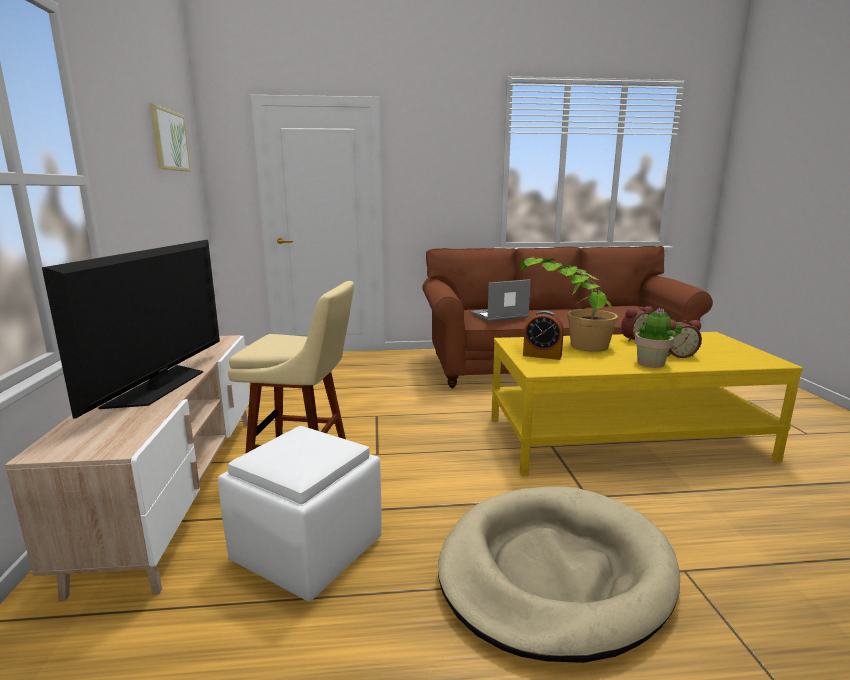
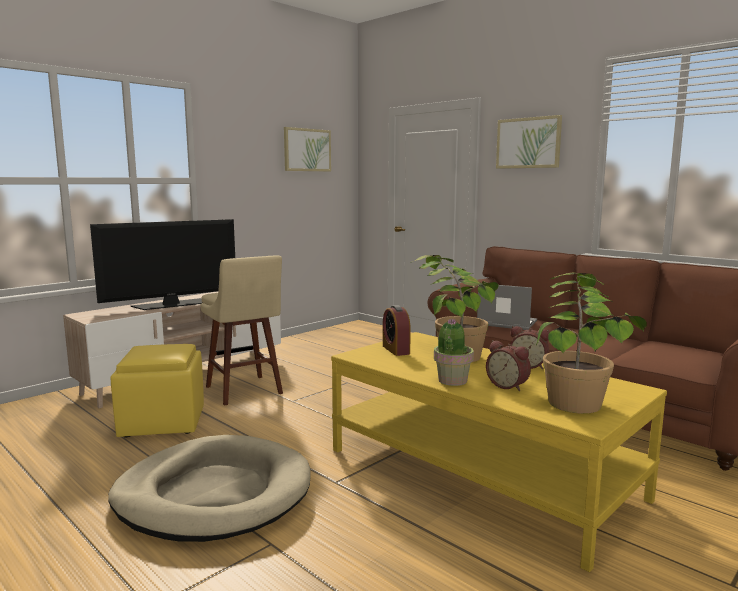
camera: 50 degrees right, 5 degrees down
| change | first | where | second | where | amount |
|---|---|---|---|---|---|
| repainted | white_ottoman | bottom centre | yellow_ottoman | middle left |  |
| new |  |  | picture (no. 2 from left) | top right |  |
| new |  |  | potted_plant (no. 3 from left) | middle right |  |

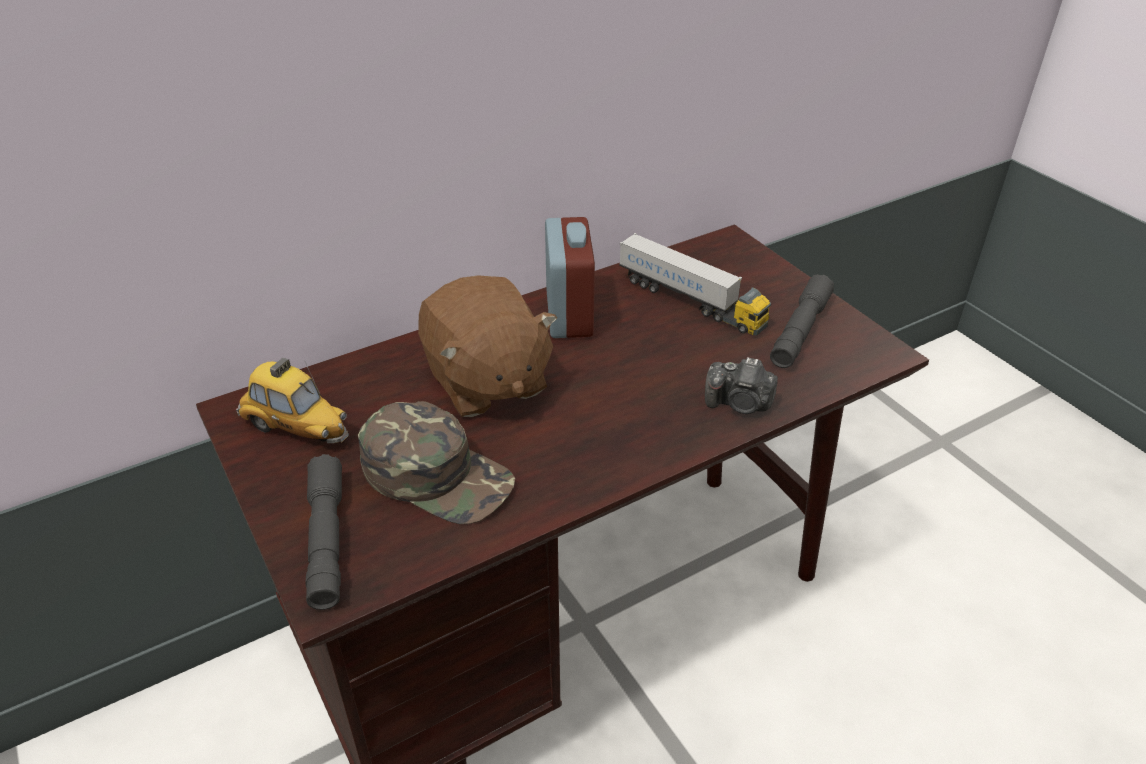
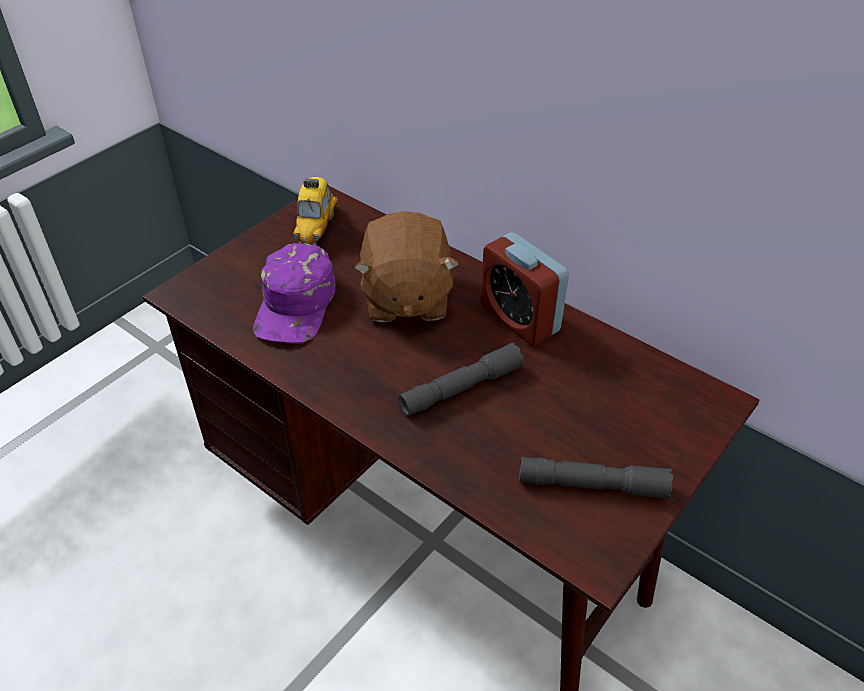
camera: 70 degrees right, 5 degrees up
| change | first | where | second | where | amount |
|---|---|---|---|---|---|
| repainted | green_cap | centre | purple_cap | centre |  |
| rotated | brown_plush_toy | centre |  | centre | 45 degrees counterclockwise |
| shifted | grey_flashlight (no. 1 from left) | bottom left |  | centre |  |
| rotated | alarm_clock | centre |  | centre | 75 degrees clockwise |
| gone | toy_truck | centre |  |  |  |
| gone | photo_camera | centre |  |  |  |

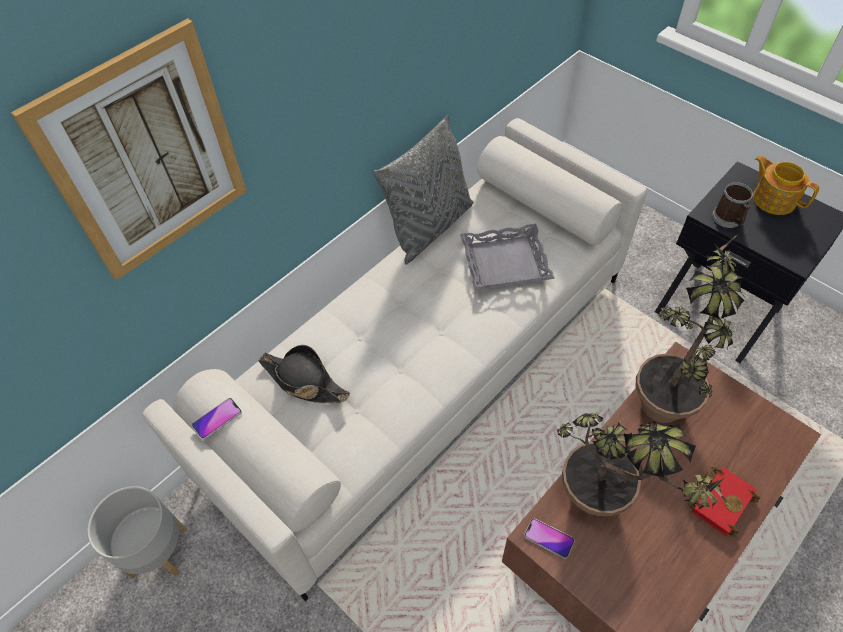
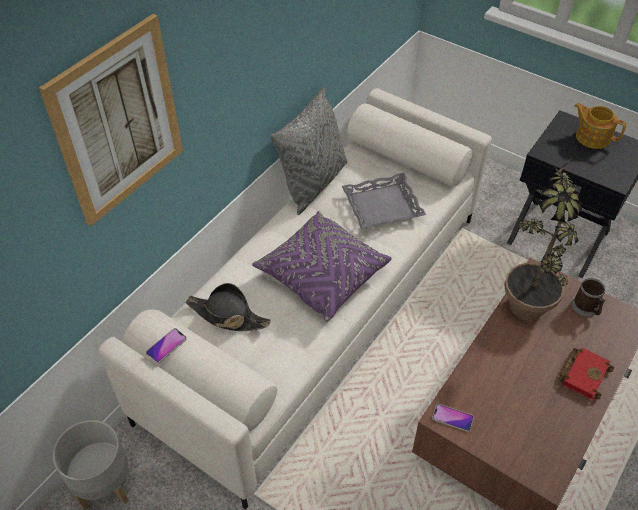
camera: 10 degrees left, 5 degrees down
| change | first | where | second | where | amount |
|---|---|---|---|---|---|
| new |  |  | purple_pillow | centre |  |
| shifted | mug | top right |  | middle right |  |
| gone | potted_plant (no. 1 from left) | bottom right |  |  |  |

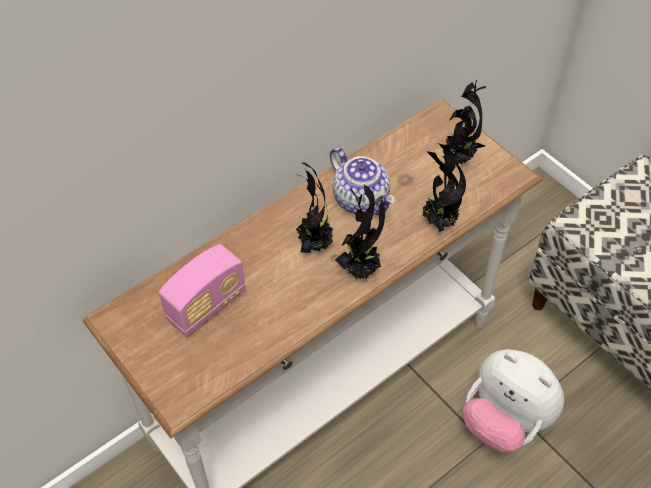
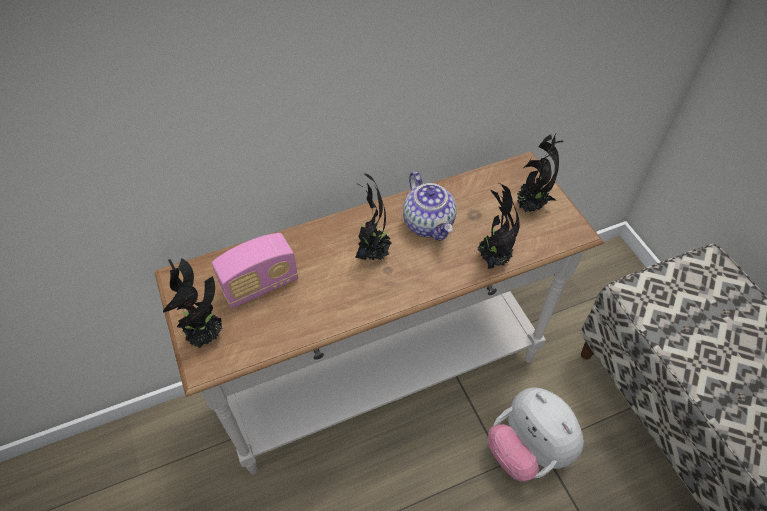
camera: 15 degrees right, 0 degrees up
| change | first | where | second | where | amount |
|---|---|---|---|---|---|
| shifted | potted_plant (no. 2 from left in the first image) | centre | potted_plant (no. 1 from left) | middle left |  |

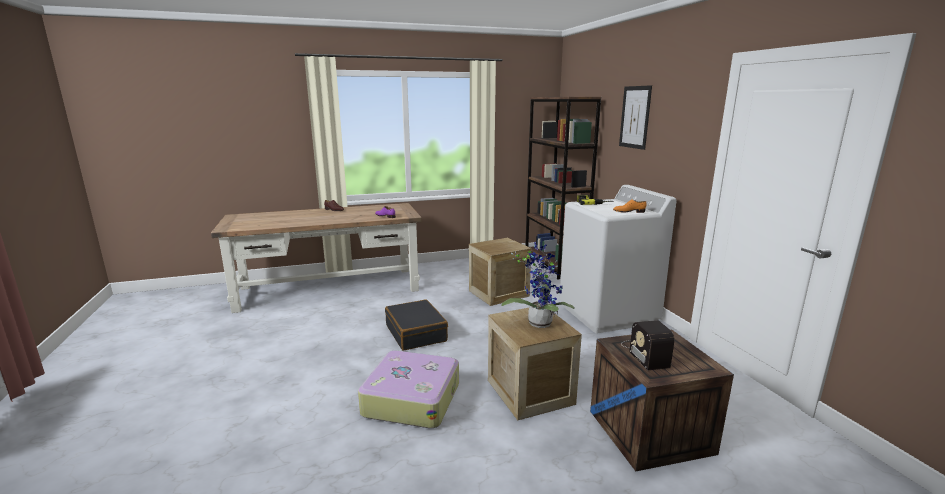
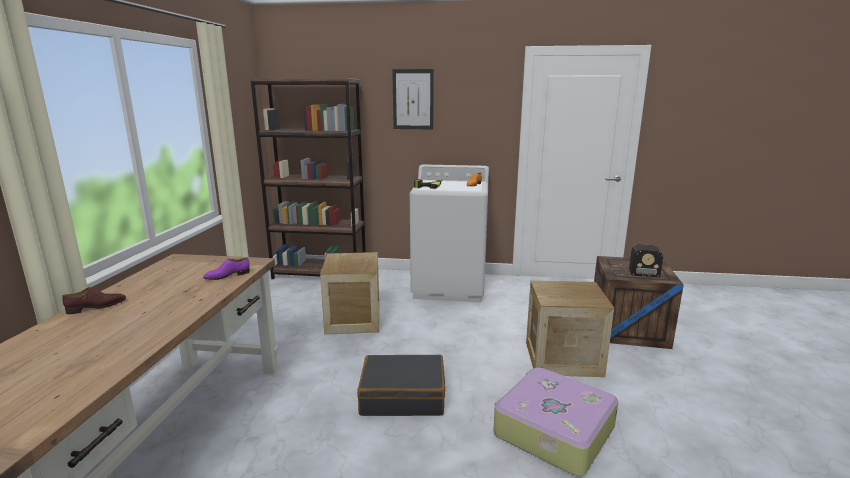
camera: 65 degrees left, 0 degrees up
| change | first | where | second | where | amount |
|---|---|---|---|---|---|
| gone | potted_plant | centre |  |  |  |

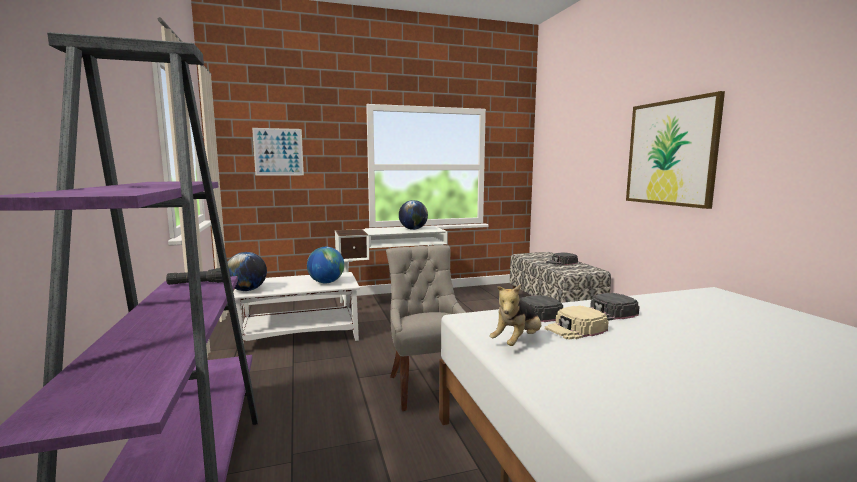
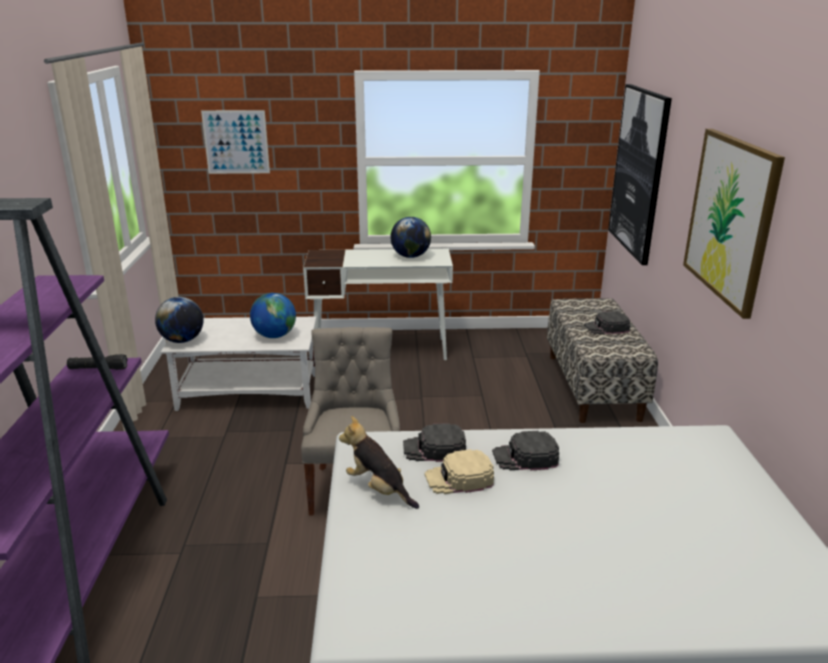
camera: 15 degrees right, 15 degrees up
| change | first | where | second | where | amount |
|---|---|---|---|---|---|
| rotated | plush_toy | centre |  | bottom centre | 75 degrees clockwise |
| new |  |  | picture (no. 2 from left) | top right |  |

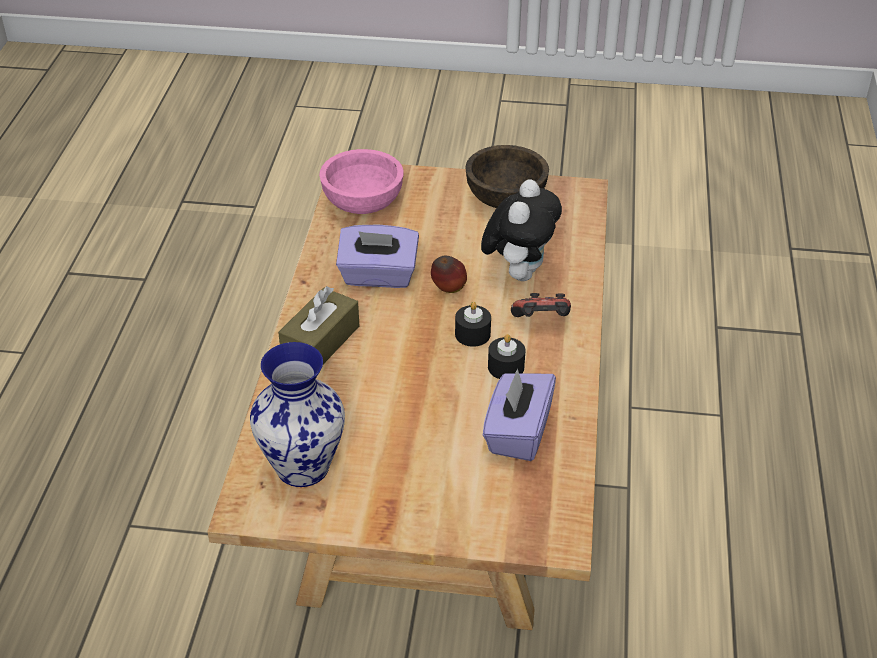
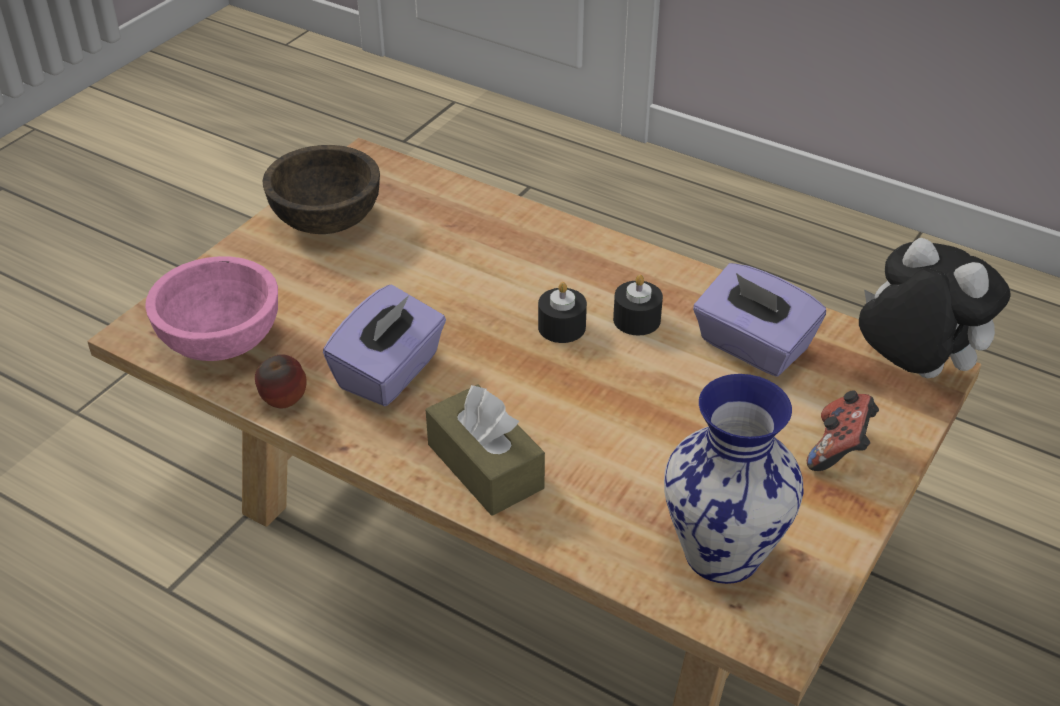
camera: 65 degrees left, 0 degrees up
| change | first | where | second | where | amount |
|---|---|---|---|---|---|
| shifted | apple | centre |  | middle left |  |
| shifted | game_controller | centre |  | middle right |  |
| shifted | plush_toy | centre |  | middle right |  |

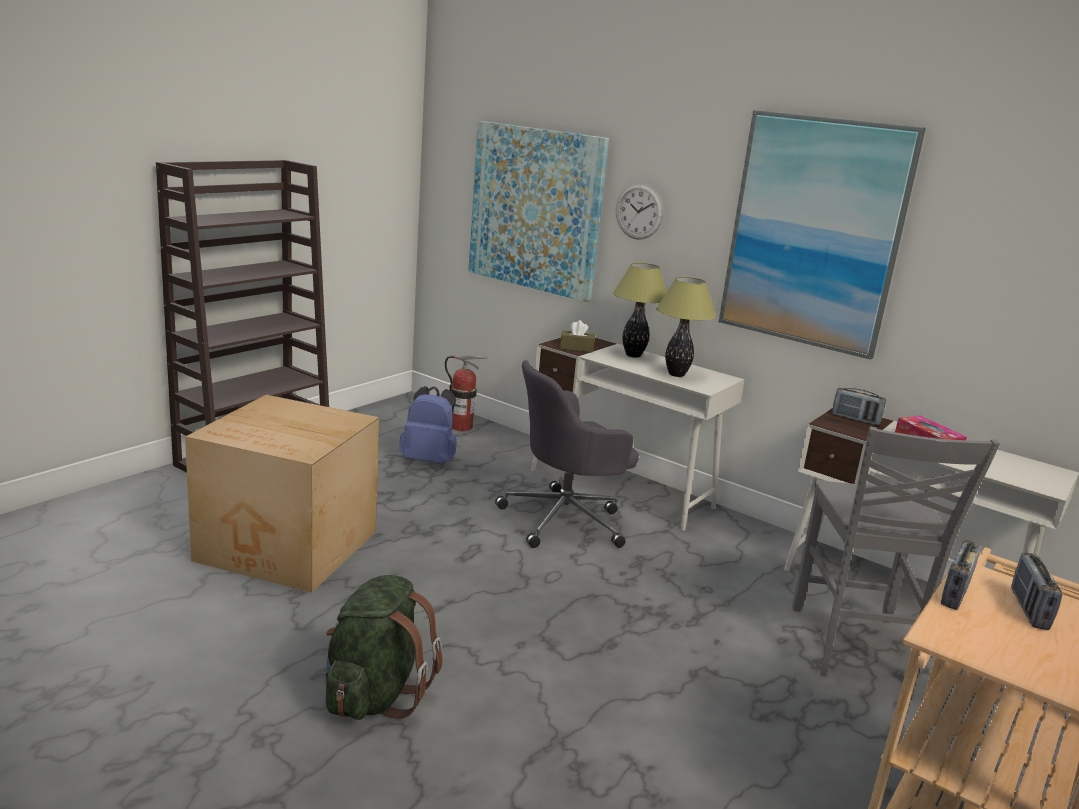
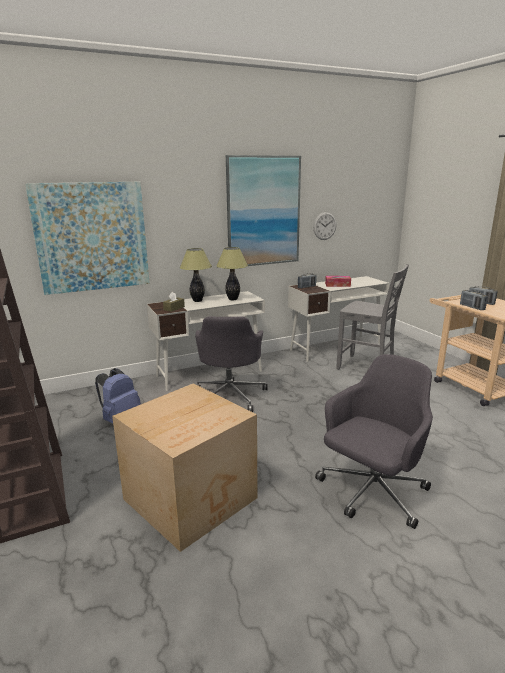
camera: 60 degrees left, 0 degrees up
| change | first | where | second | where | amount |
|---|---|---|---|---|---|
| shifted | wall_clock | top centre |  | centre |  |
| swapped | green_backpack | bottom centre | grey_office_chair (no. 2 from left) | middle right |  |
| gone | fire_extinguisher | centre |  |  |  |

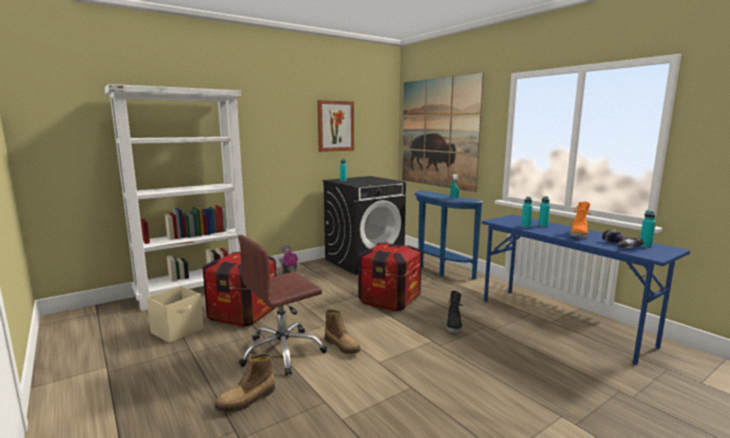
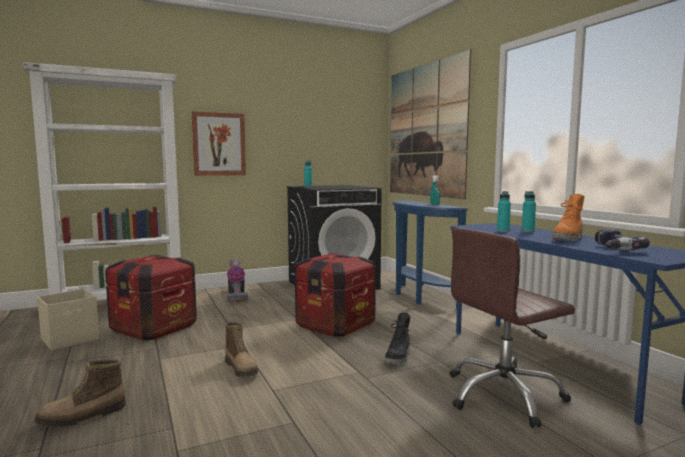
camera: 10 degrees right, 5 degrees down
| change | first | where | second | where | amount |
|---|---|---|---|---|---|
| shifted | picture (no. 1 from left) | top centre |  | top left |  |
| shifted | brown_office_chair | bottom centre |  | bottom right |  |
| gone | turquoise_bottle (no. 4 from left) | middle right |  |  |  |

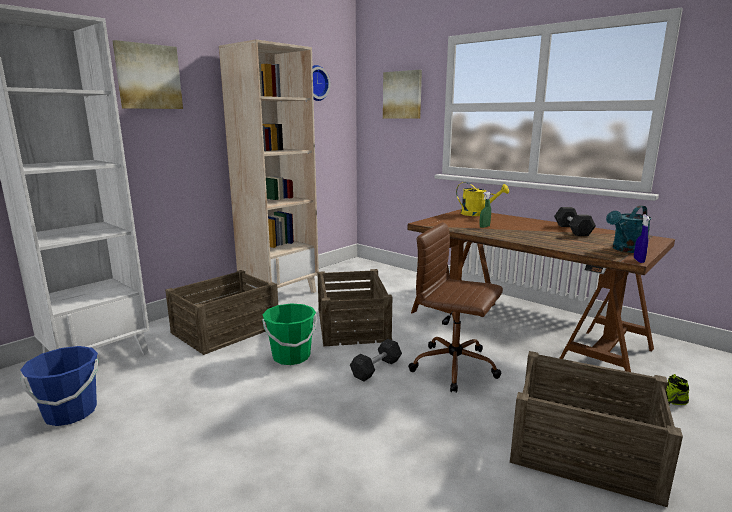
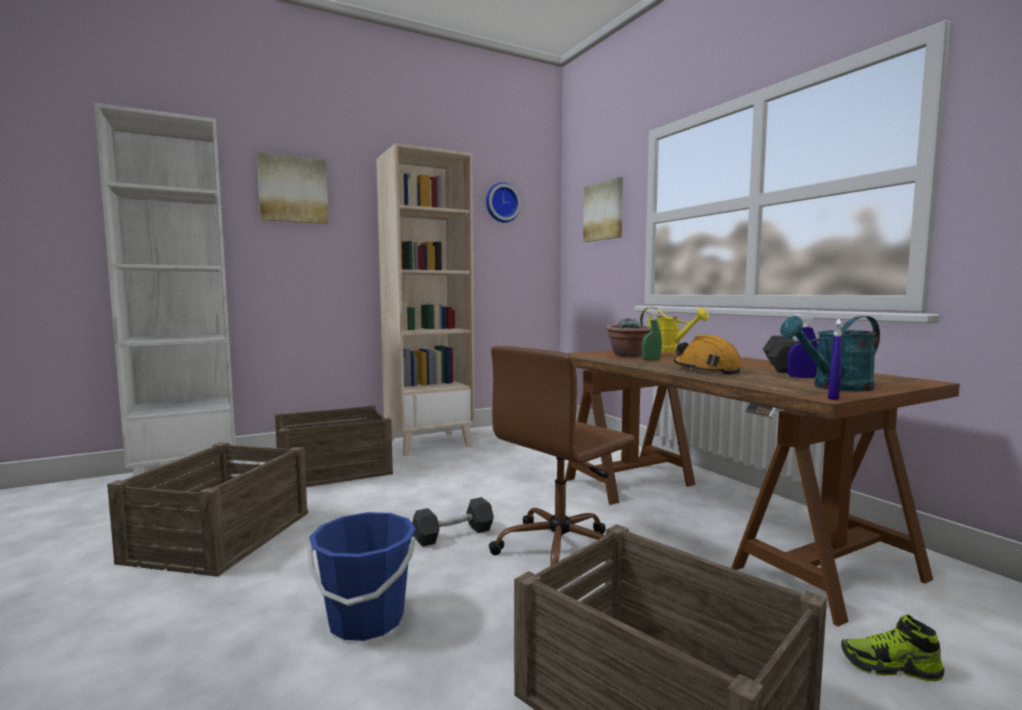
camera: 20 degrees right, 10 degrees down
| change | first | where | second | where | amount |
|---|---|---|---|---|---|
| shifted | crate (no. 2 from left in the first image) | centre | crate (no. 1 from left) | bottom left |  |
| shifted | blue_bucket | bottom left |  | bottom centre |  |
| rotated | brown_office_chair | centre |  | centre | 90 degrees counterclockwise |
| new |  |  | potted_plant | centre |  |
| new |  |  | orange_hard_hat | middle right |  |
| new |  |  | blue_spray_bottle (no. 1 from left) | middle right |  |
| gone | green_bucket | centre |  |  |  |

